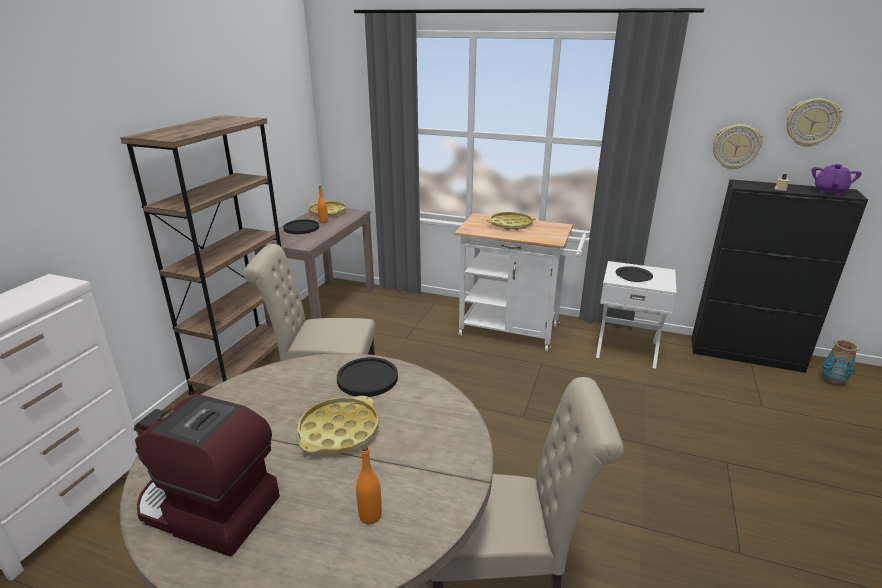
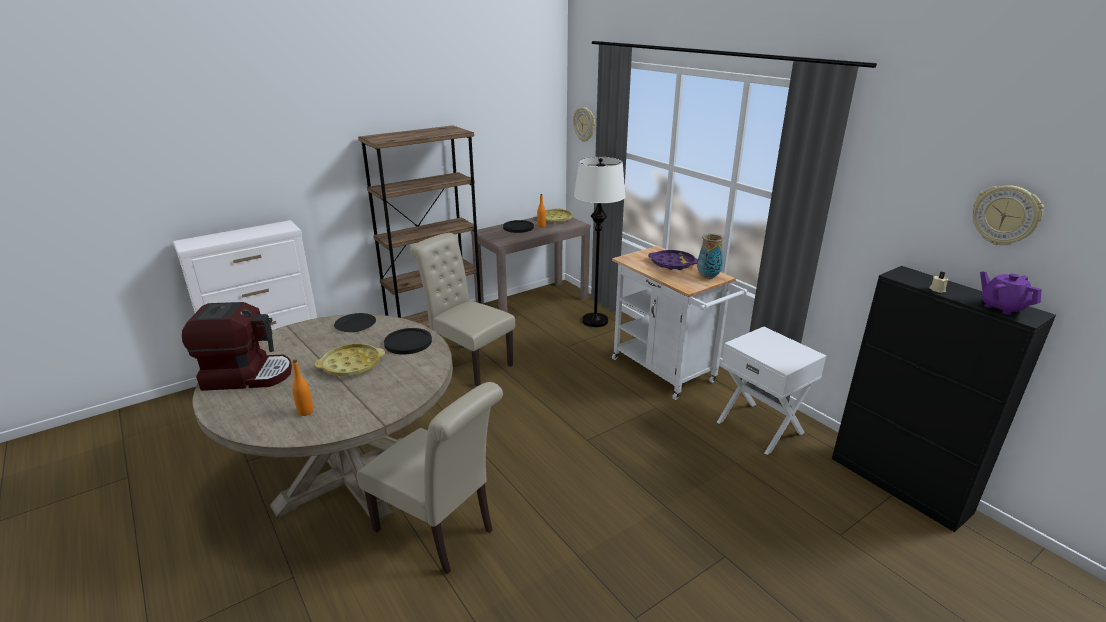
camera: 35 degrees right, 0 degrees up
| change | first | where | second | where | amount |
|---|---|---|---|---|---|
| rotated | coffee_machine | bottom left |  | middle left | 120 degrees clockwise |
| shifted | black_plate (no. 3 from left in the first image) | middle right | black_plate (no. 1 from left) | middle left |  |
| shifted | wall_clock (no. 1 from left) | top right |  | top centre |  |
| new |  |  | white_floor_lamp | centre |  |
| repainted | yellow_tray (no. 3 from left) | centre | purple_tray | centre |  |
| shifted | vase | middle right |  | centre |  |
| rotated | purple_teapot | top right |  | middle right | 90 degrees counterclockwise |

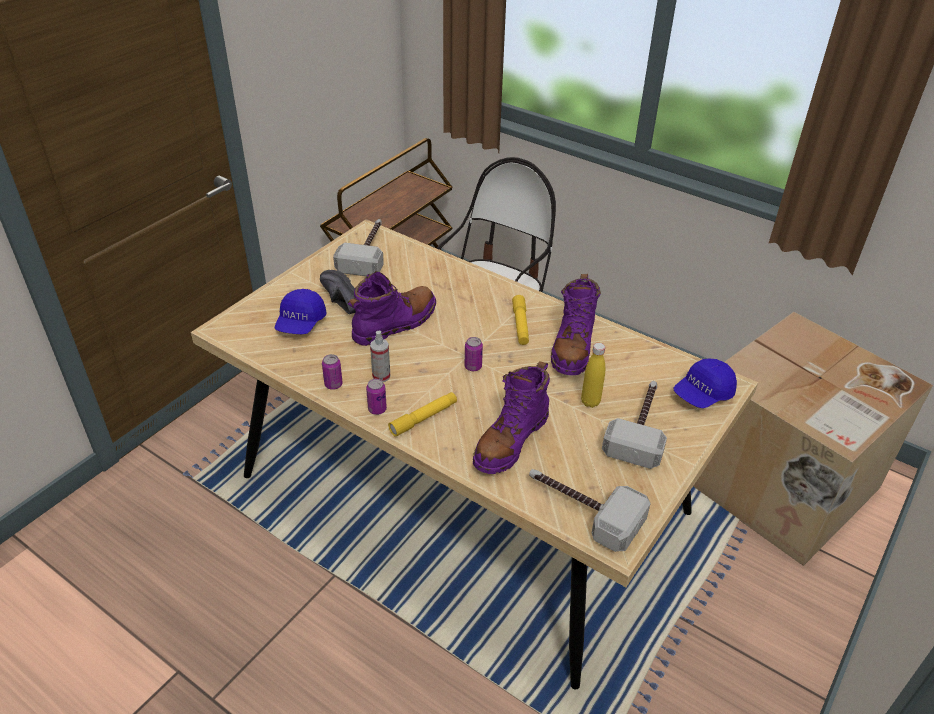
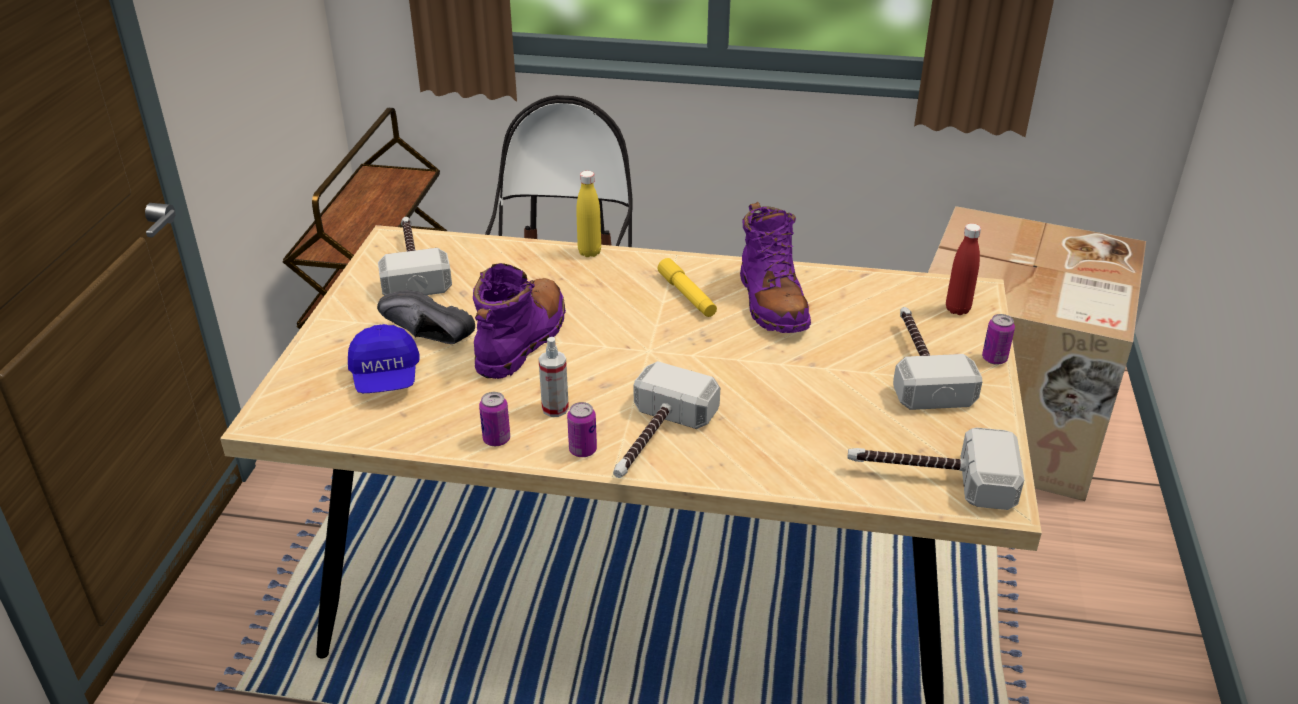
camera: 25 degrees left, 5 degrees down
| change | first | where | second | where | amount |
|---|---|---|---|---|---|
| shifted | yellow_bottle | centre |  | top centre |  |
| swapped | yellow_flashlight (no. 1 from left) | centre | hammer (no. 2 from left) | centre |  |
| swapped | blue_cap (no. 2 from left) | middle right | red_bottle | middle right |  |
| shifted | can (no. 3 from left) | centre |  | middle right |  |
| gone | purple_boot (no. 2 from left) | centre |  |  |  |

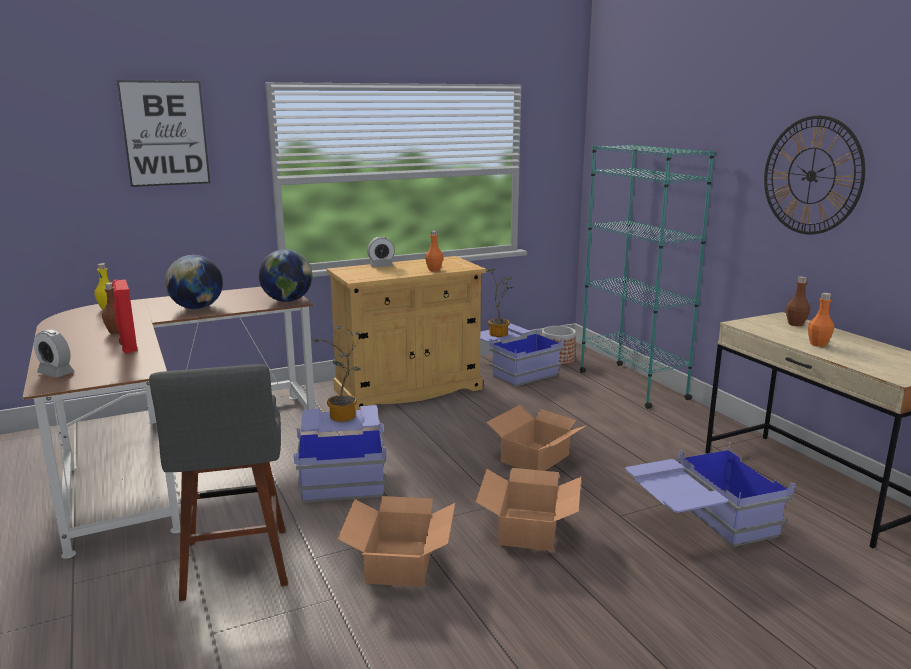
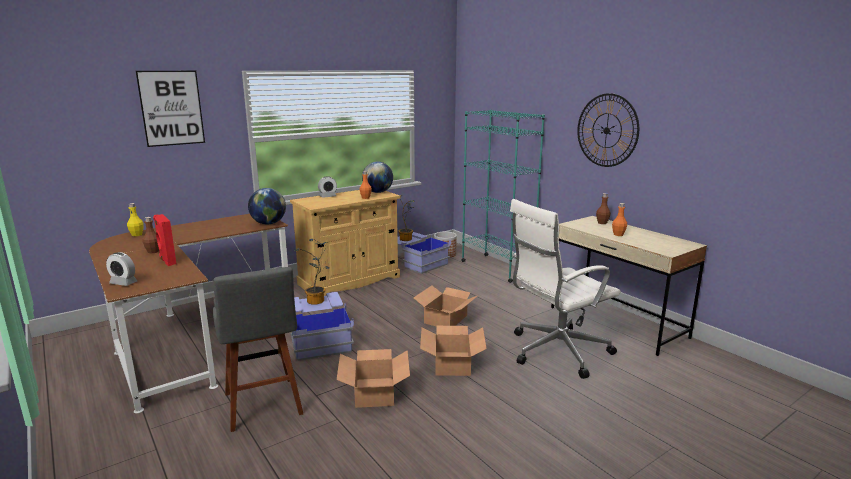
camera: 10 degrees left, 0 degrees up
| change | first | where | second | where | amount |
|---|---|---|---|---|---|
| shifted | globe (no. 1 from left in the first image) | middle left | globe (no. 2 from left) | centre |  |
| swapped | blue_storage_box (no. 3 from left) | bottom right | white_office_chair | centre |  |

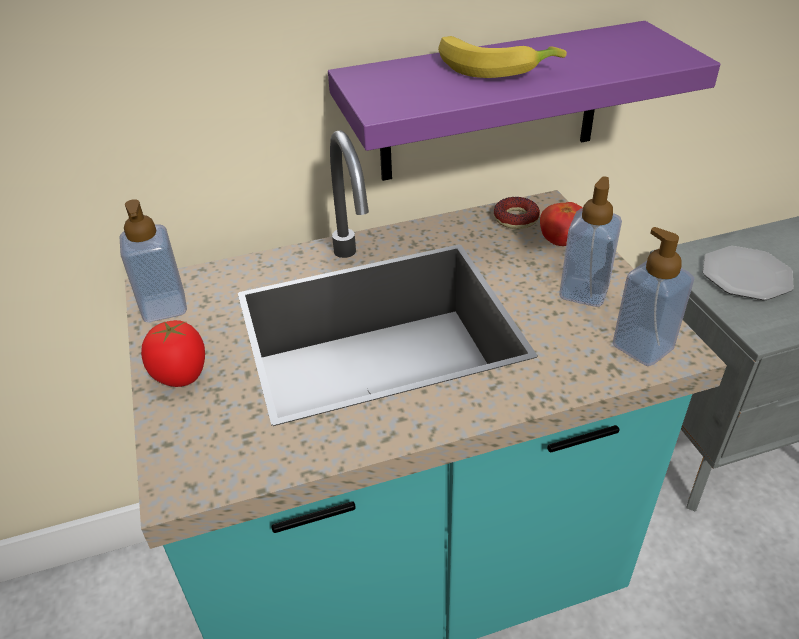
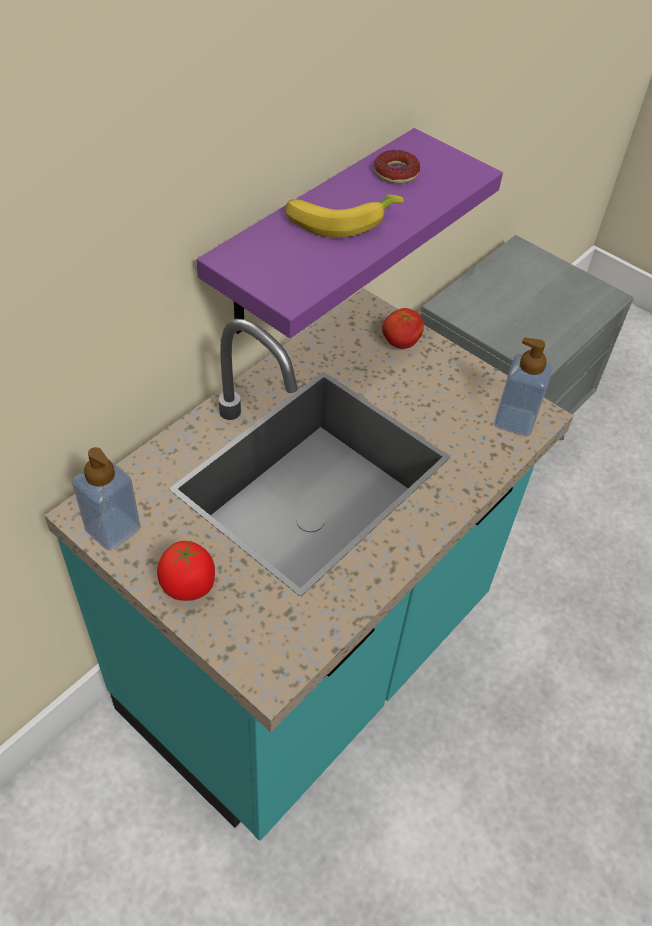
camera: 35 degrees left, 10 degrees up
| change | first | where | second | where | amount |
|---|---|---|---|---|---|
| shifted | donut | centre |  | top centre |  |
| gone | soap_dispenser (no. 2 from left) | middle right |  |  |  |
| gone | plate | middle right |  |  |  |

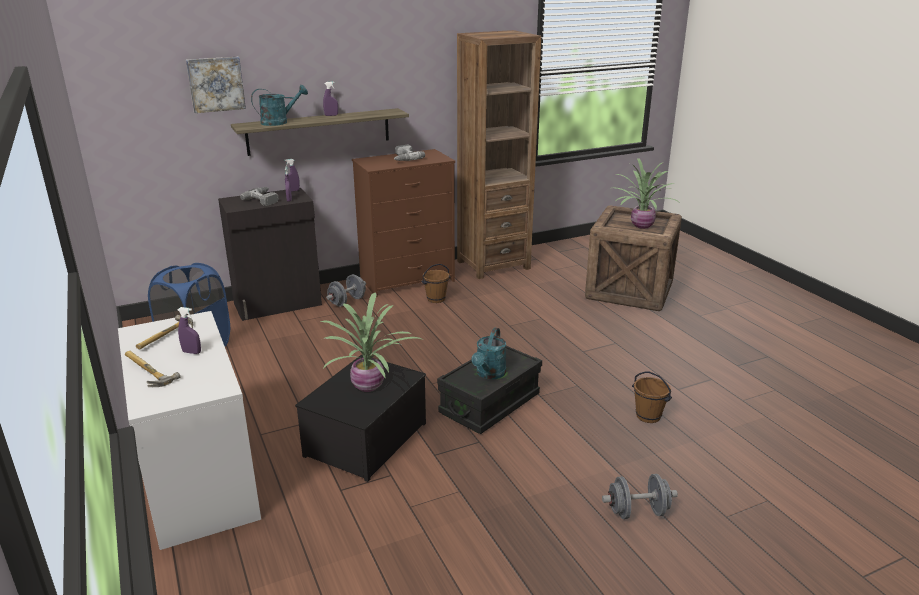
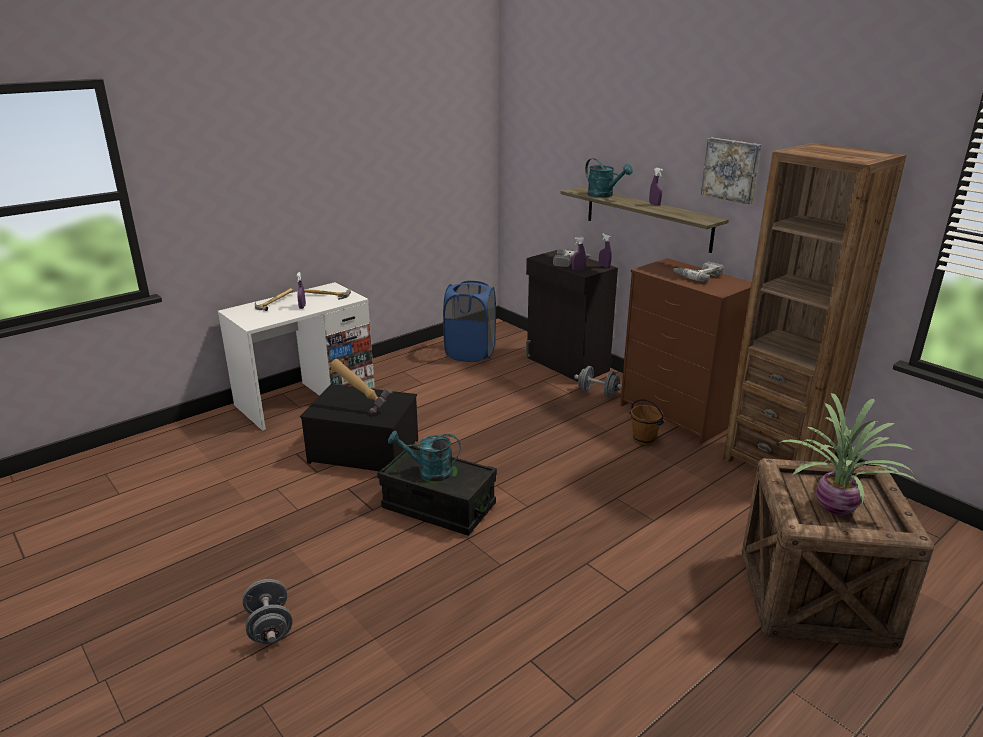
camera: 75 degrees right, 0 degrees up
| change | first | where | second | where | amount |
|---|---|---|---|---|---|
| swapped | potted_plant (no. 1 from left) | centre | hammer (no. 3 from left) | centre |  |
| shifted | picture | top left |  | top right |  |
| gone | brown_bucket (no. 2 from left) | bottom right |  |  |  |

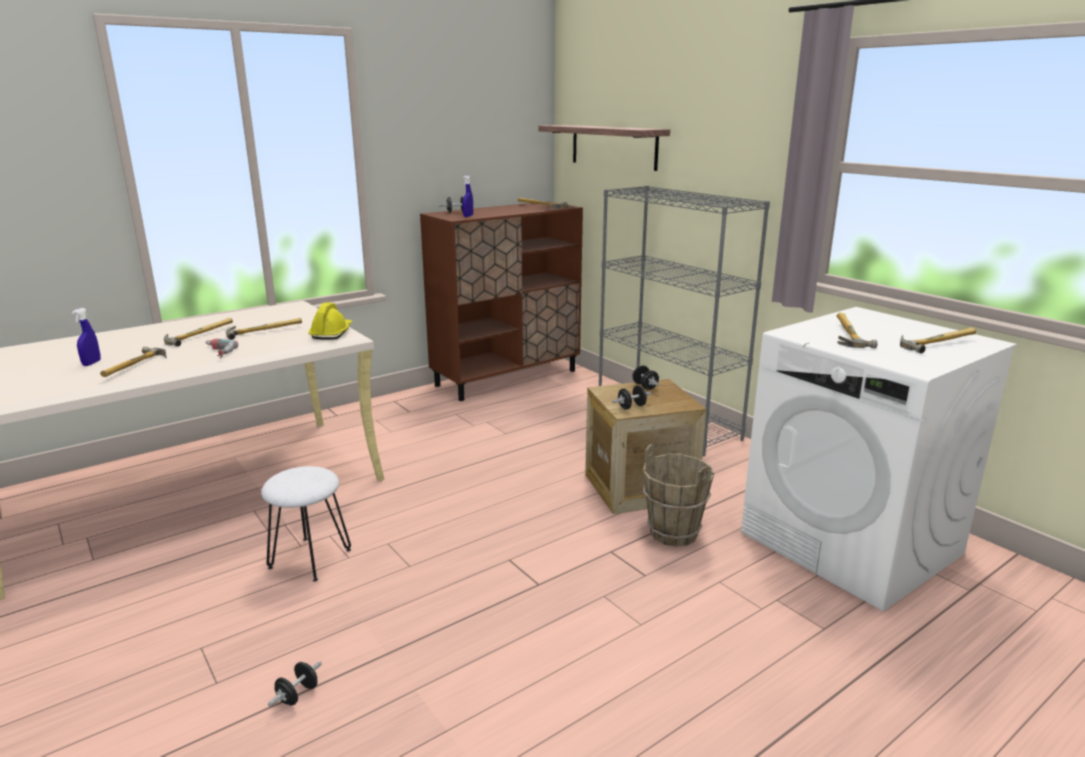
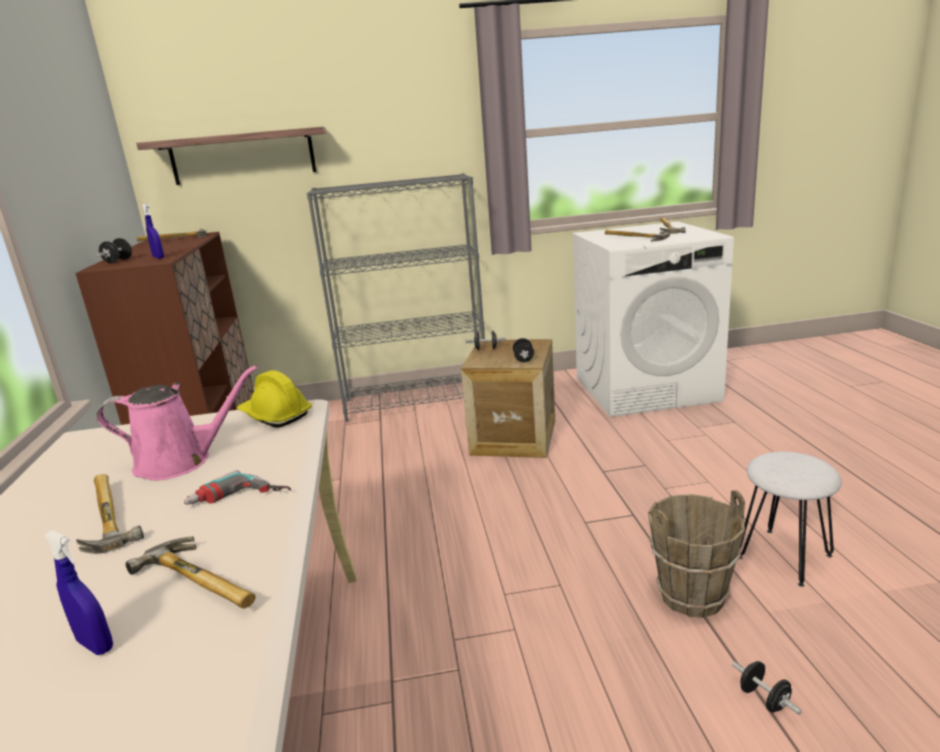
camera: 60 degrees left, 0 degrees up
| change | first | where | second | where | amount |
|---|---|---|---|---|---|
| swapped | hammer (no. 3 from left) | middle left | pink_watering_can | middle left |  |
| shifted | brown_bucket | centre |  | bottom right |  |
| shifted | white_stool | bottom left |  | bottom right |  |

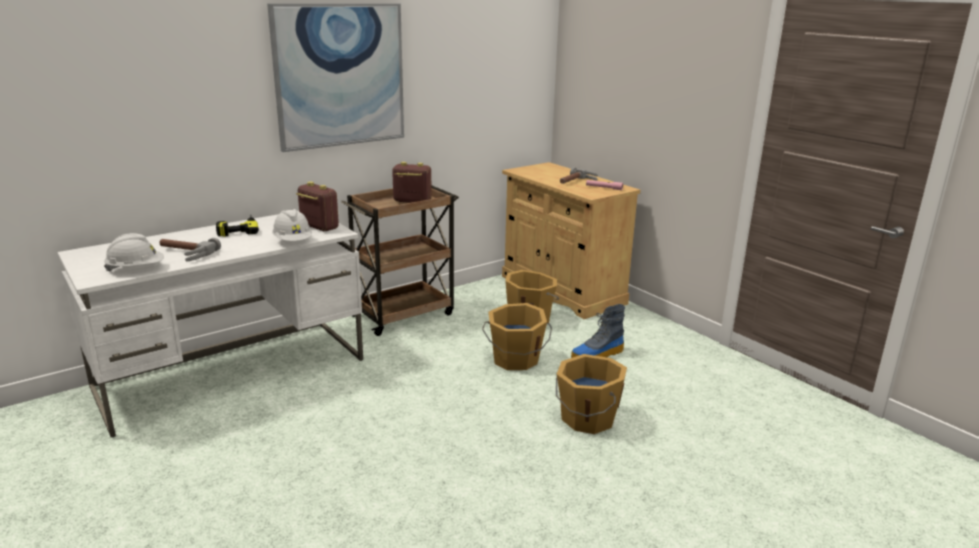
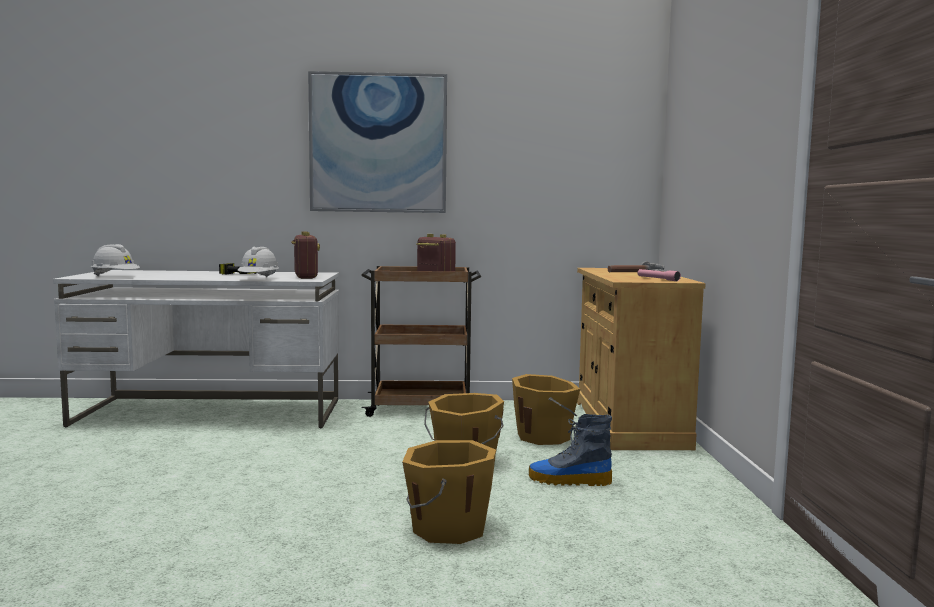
camera: 35 degrees right, 15 degrees down
| change | first | where | second | where | amount |
|---|---|---|---|---|---|
| gone | hammer (no. 1 from left) | middle left |  |  |  |

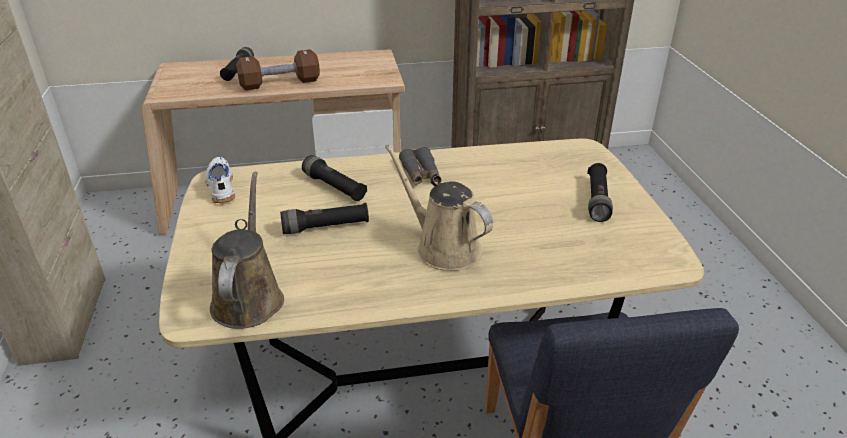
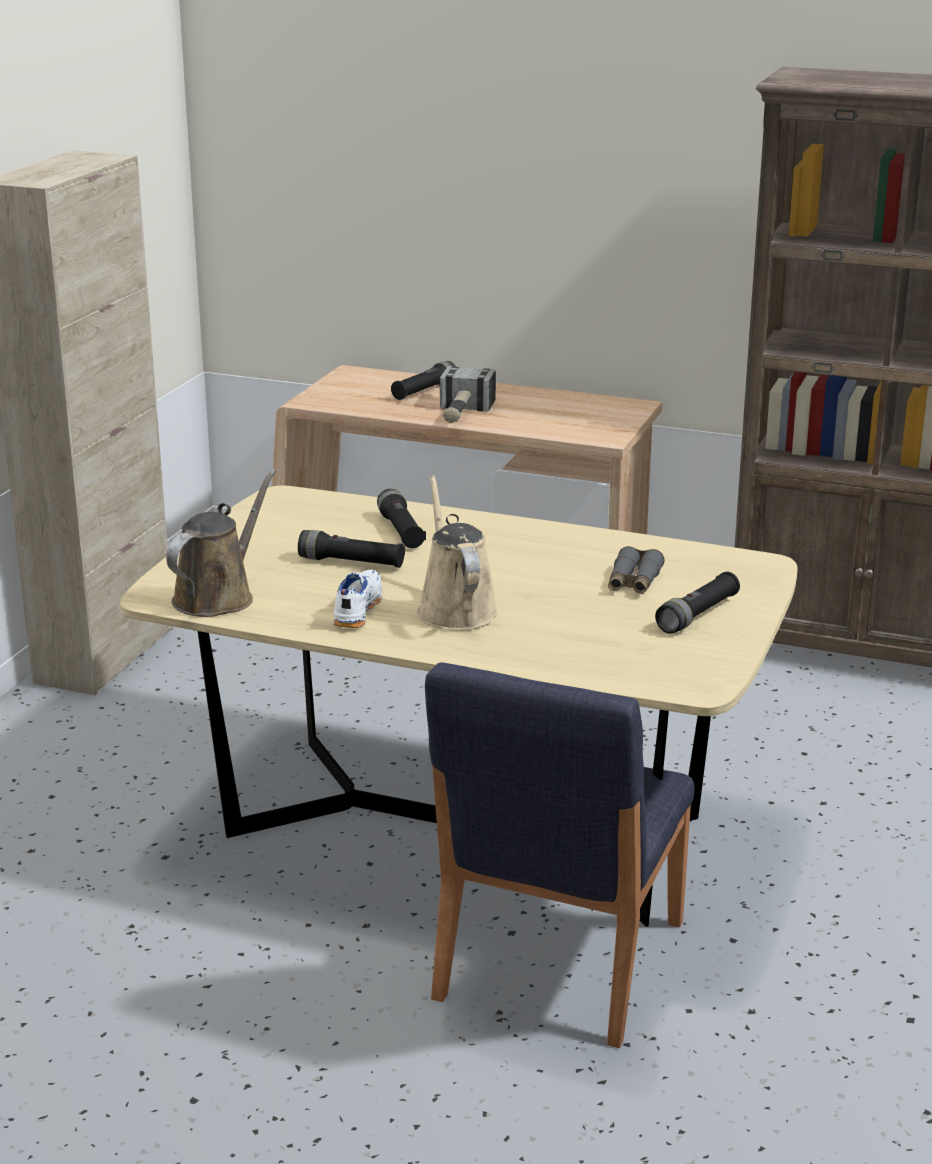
camera: 30 degrees right, 10 degrees down
| change | first | where | second | where | amount |
|---|---|---|---|---|---|
| shifted | white_shoe | middle left |  | centre |  |
| swapped | brown_dumbbell | top left | hammer | centre |  |
| shifted | grey_binoculars | centre |  | middle right |  |

